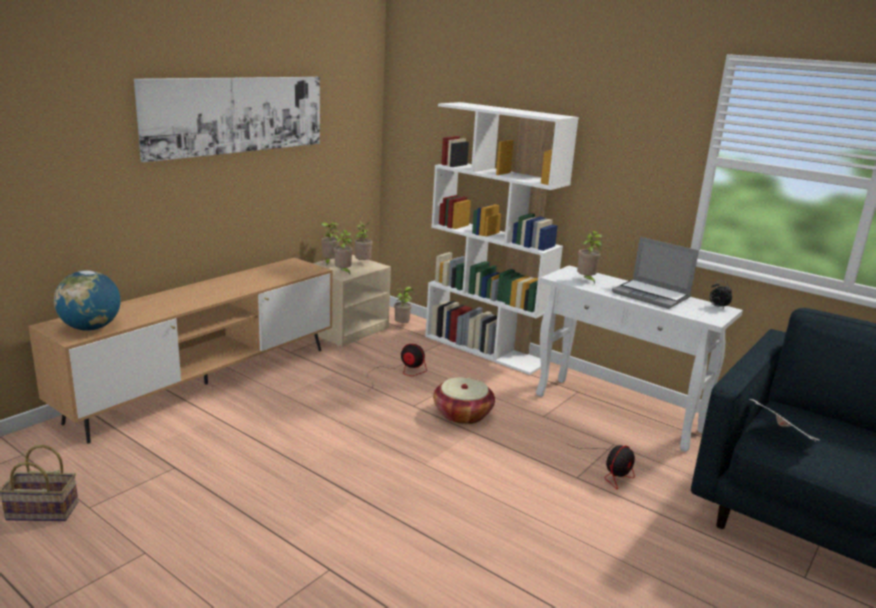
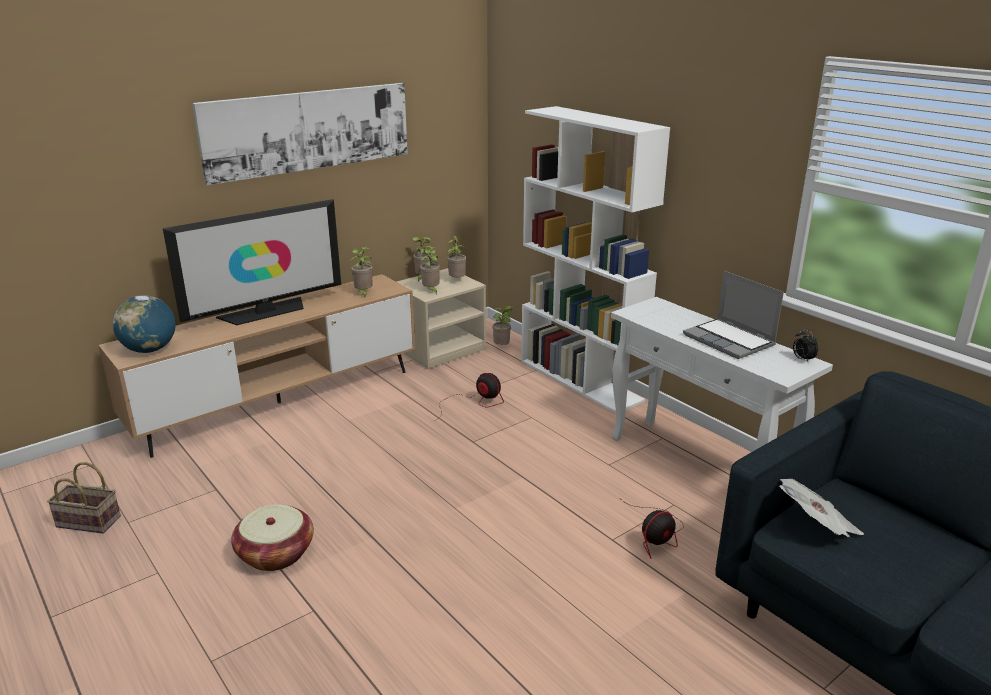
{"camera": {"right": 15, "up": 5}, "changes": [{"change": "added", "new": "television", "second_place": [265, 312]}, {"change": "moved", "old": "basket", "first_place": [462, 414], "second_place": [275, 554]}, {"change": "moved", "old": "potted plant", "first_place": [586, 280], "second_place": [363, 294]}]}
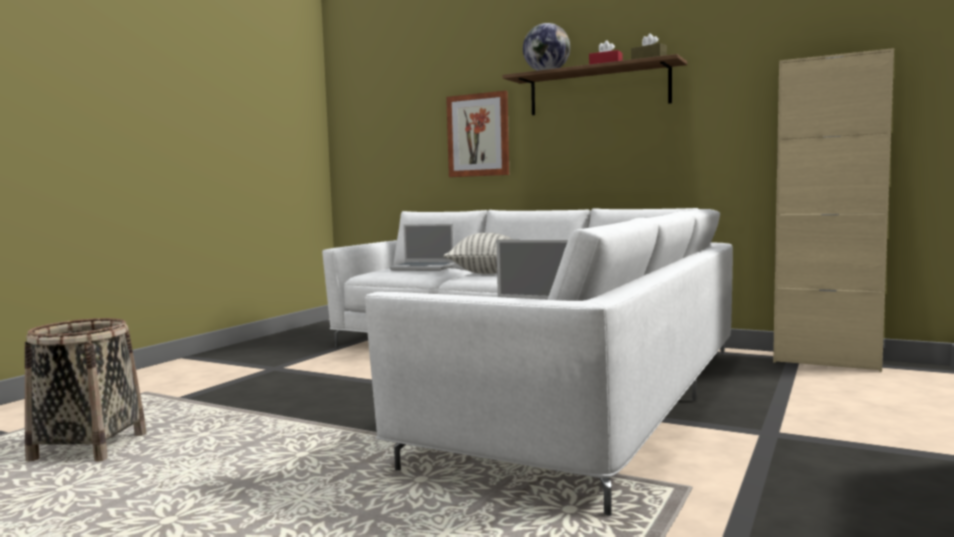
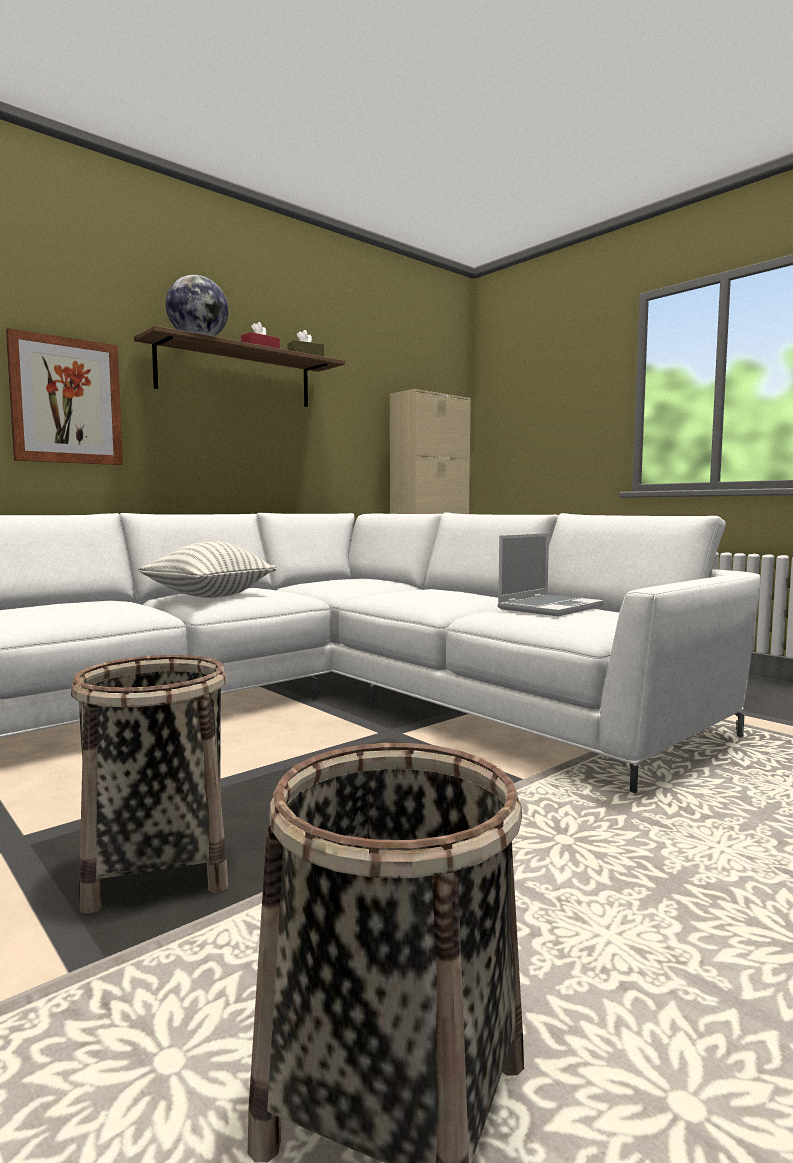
{"camera": {"right": -70, "up": 0}, "changes": [{"change": "added", "new": "basket", "second_place": [159, 867]}, {"change": "removed", "old": "laptop", "first_place": [423, 268]}]}
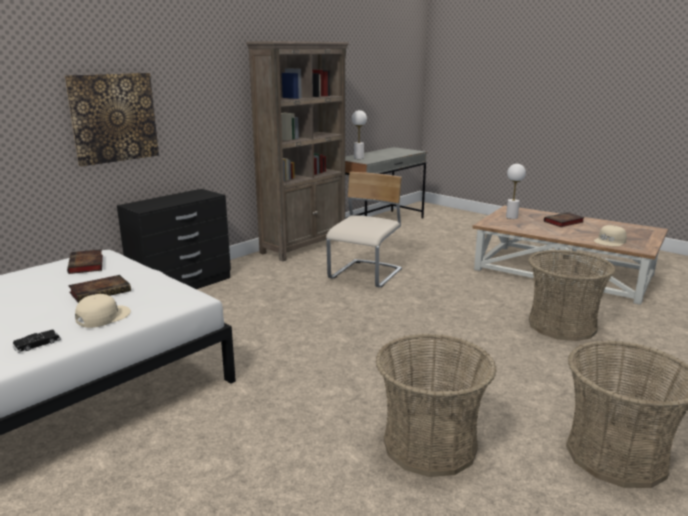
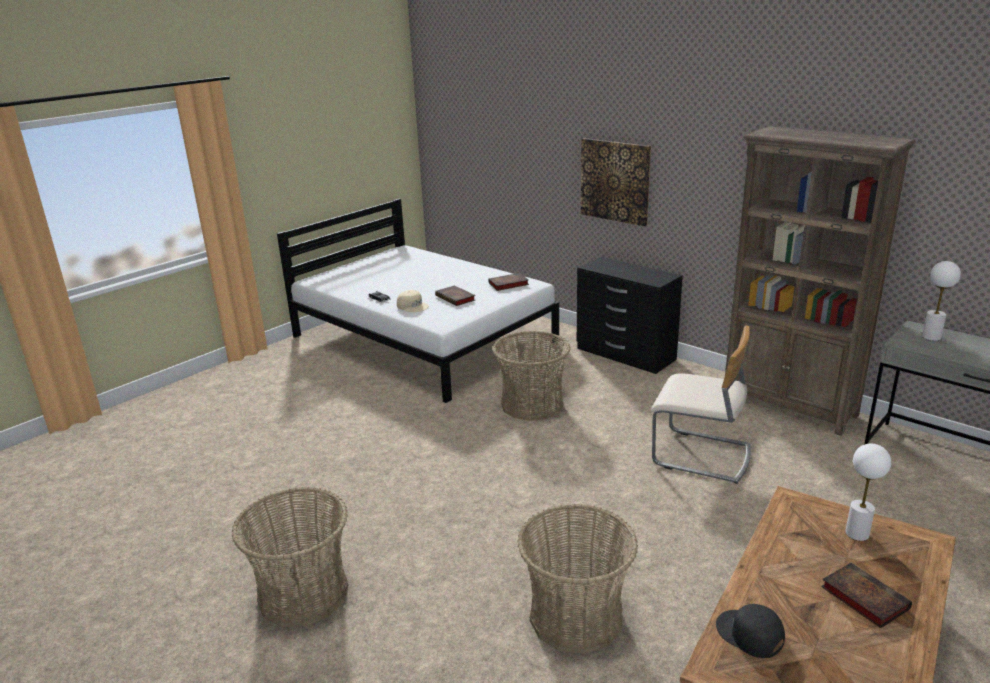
{"camera": {"right": 90, "up": 5}, "changes": [{"change": "moved", "old": "basket", "first_place": [429, 445], "second_place": [532, 404]}, {"change": "recoloured", "old": "beige cap", "new": "black cap", "first_place": [610, 241], "second_place": [749, 634]}]}
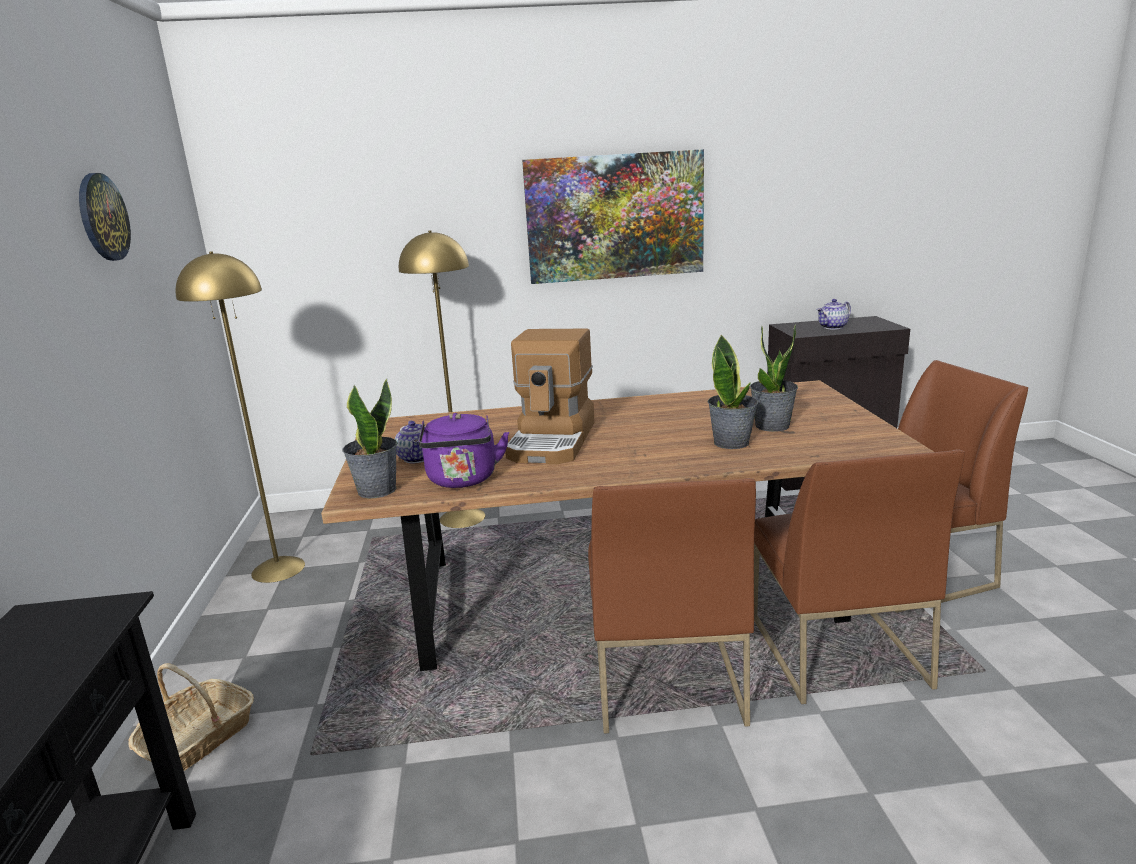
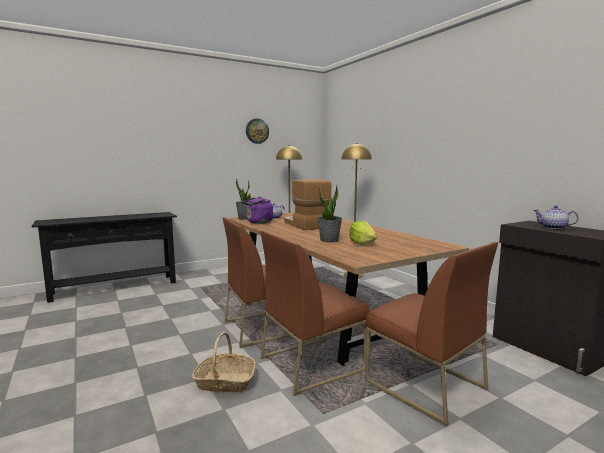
{"camera": {"right": 65, "up": -10}, "changes": [{"change": "moved", "old": "basket", "first_place": [198, 738], "second_place": [225, 382]}, {"change": "turned", "old": "coffee machine", "first_place": [553, 441], "second_place": [305, 225], "degrees": 75}, {"change": "replaced", "old": "potted plant", "new": "lettuce", "first_place": [772, 426], "second_place": [362, 243]}, {"change": "removed", "old": "picture", "first_place": [615, 217]}]}
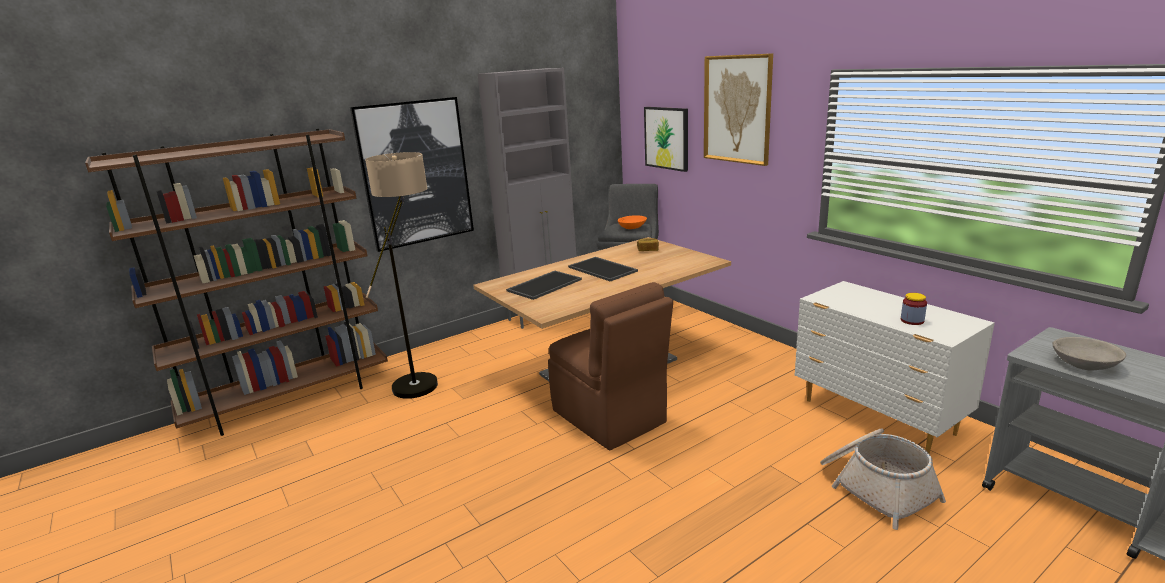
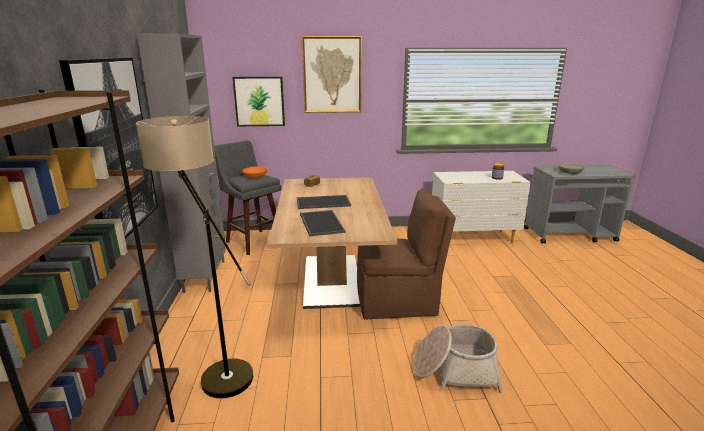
{"camera": {"right": -60, "up": 0}, "changes": [{"change": "moved", "old": "basket", "first_place": [875, 487], "second_place": [455, 370]}]}
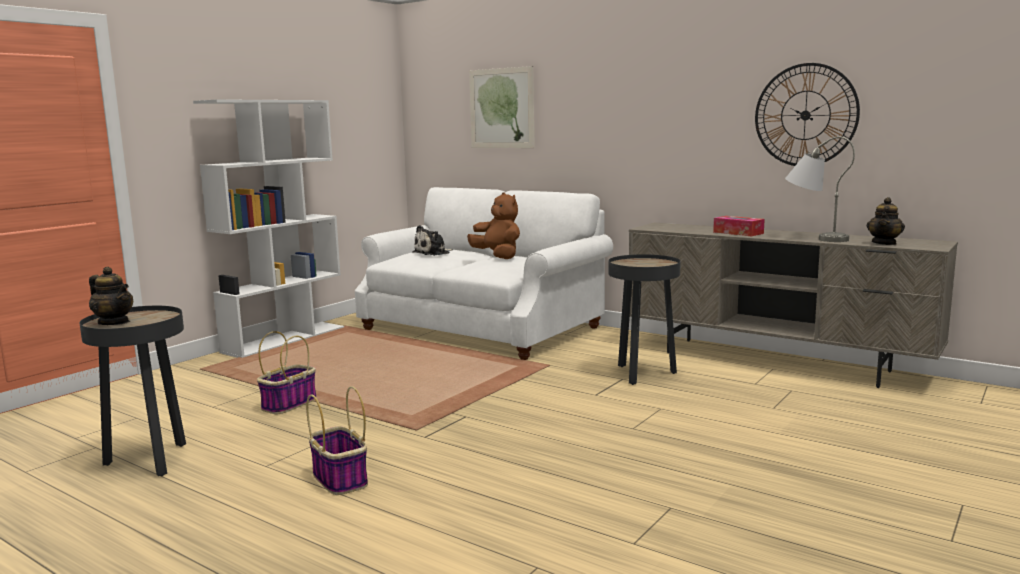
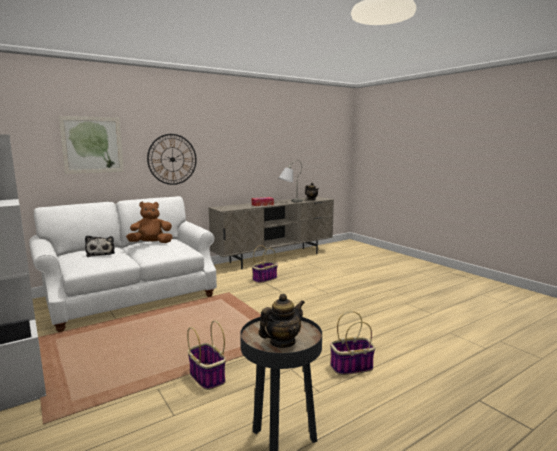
{"camera": {"right": -70, "up": 0}, "changes": [{"change": "moved", "old": "wall clock", "first_place": [805, 115], "second_place": [172, 159]}, {"change": "replaced", "old": "black side table", "new": "basket", "first_place": [643, 374], "second_place": [265, 279]}]}
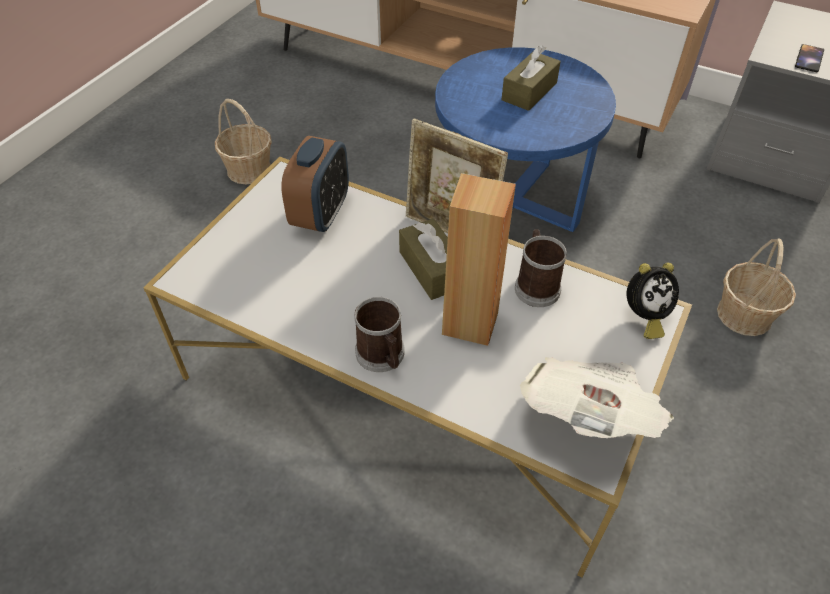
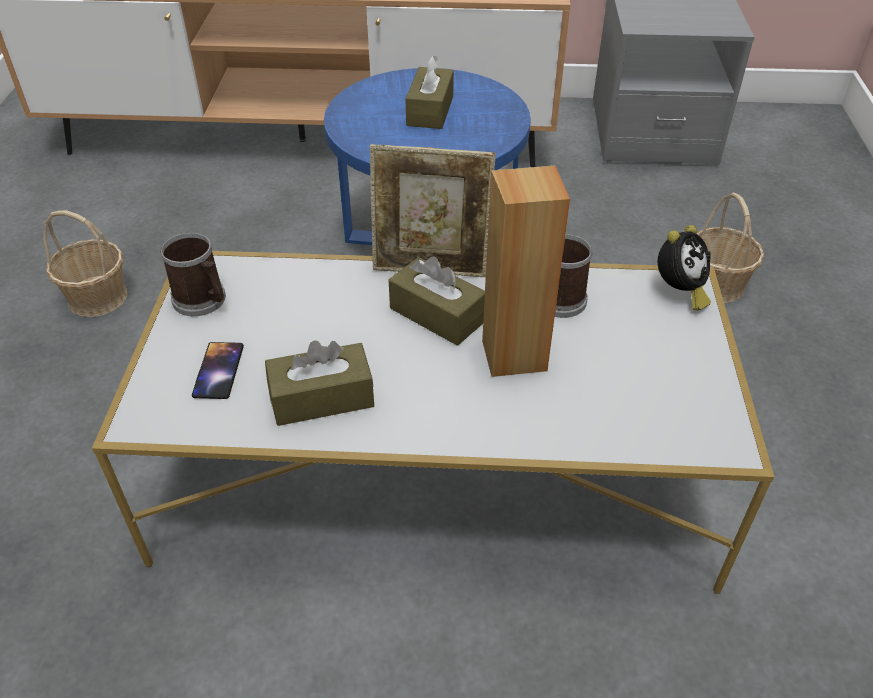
{"camera": {"right": -25, "up": -5}, "changes": [{"change": "moved", "old": "mug", "first_place": [382, 356], "second_place": [203, 301]}, {"change": "moved", "old": "phone", "first_place": [809, 58], "second_place": [218, 370]}, {"change": "added", "new": "brown tissue box", "second_place": [322, 398]}, {"change": "removed", "old": "alarm clock", "first_place": [321, 214]}, {"change": "removed", "old": "newspaper", "first_place": [590, 415]}]}
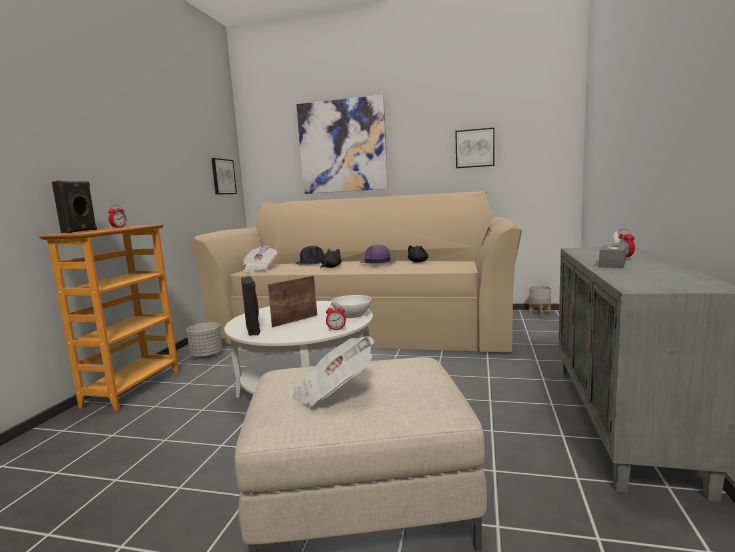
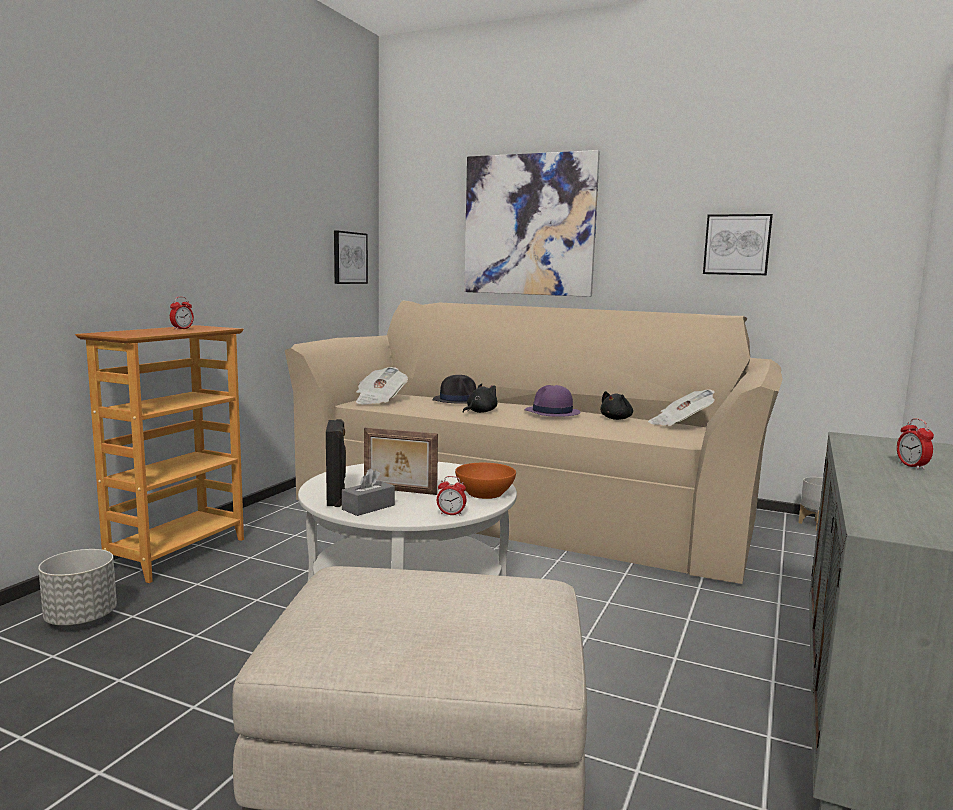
{"camera": {"right": 10, "up": 0}, "changes": [{"change": "moved", "old": "grey planter", "first_place": [207, 355], "second_place": [82, 619]}, {"change": "moved", "old": "grey tissue box", "first_place": [612, 264], "second_place": [368, 507]}, {"change": "turned", "old": "picture frame", "first_place": [294, 320], "second_place": [399, 491], "degrees": -135}, {"change": "recoloured", "old": "white bowl", "new": "orange bowl", "first_place": [352, 315], "second_place": [485, 493]}, {"change": "moved", "old": "newspaper", "first_place": [332, 392], "second_place": [680, 424]}, {"change": "removed", "old": "black speaker", "first_place": [80, 231]}]}
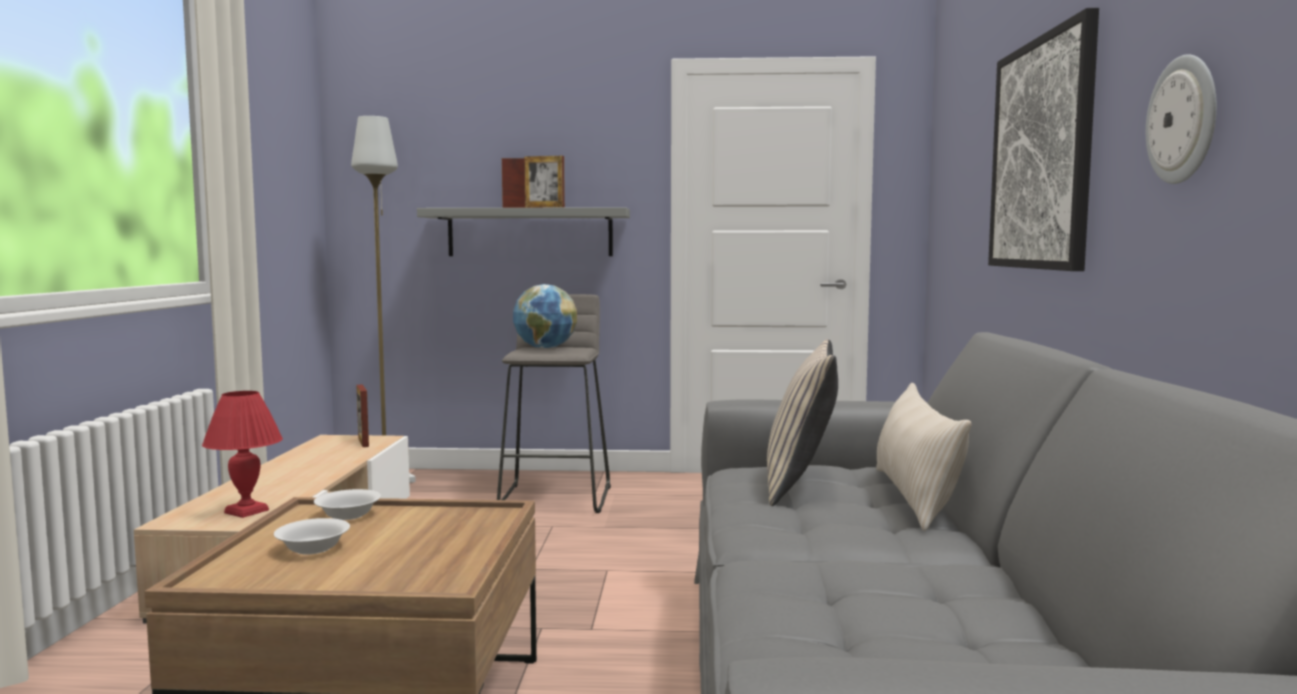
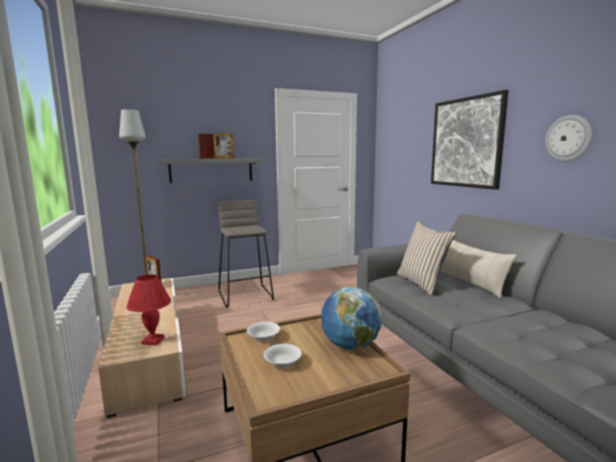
{"camera": {"right": -25, "up": 5}, "changes": [{"change": "moved", "old": "globe", "first_place": [545, 348], "second_place": [350, 345]}]}
